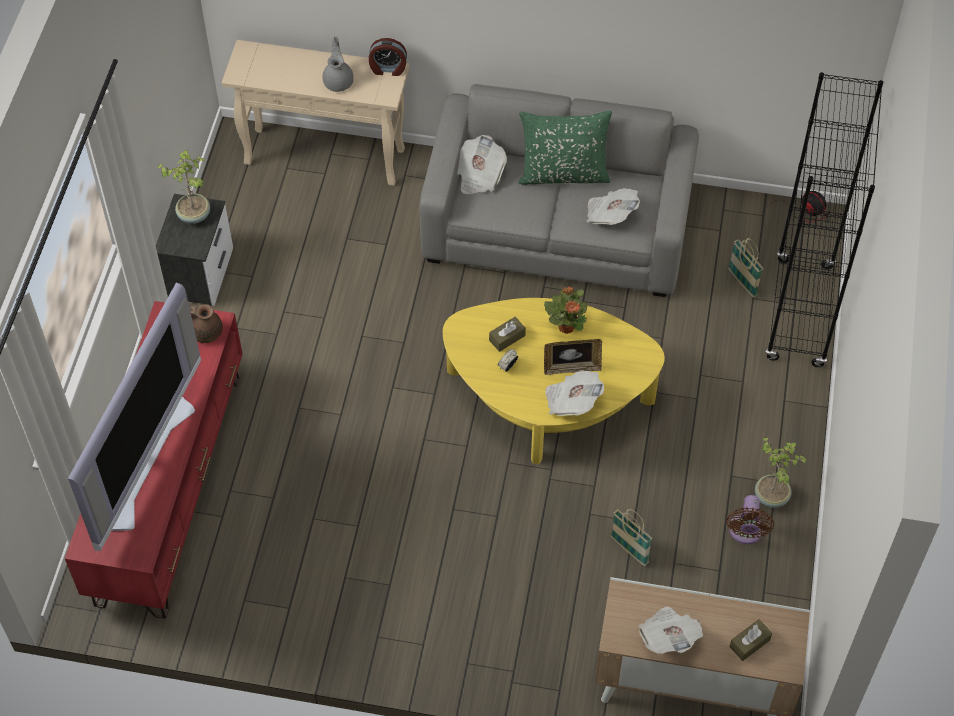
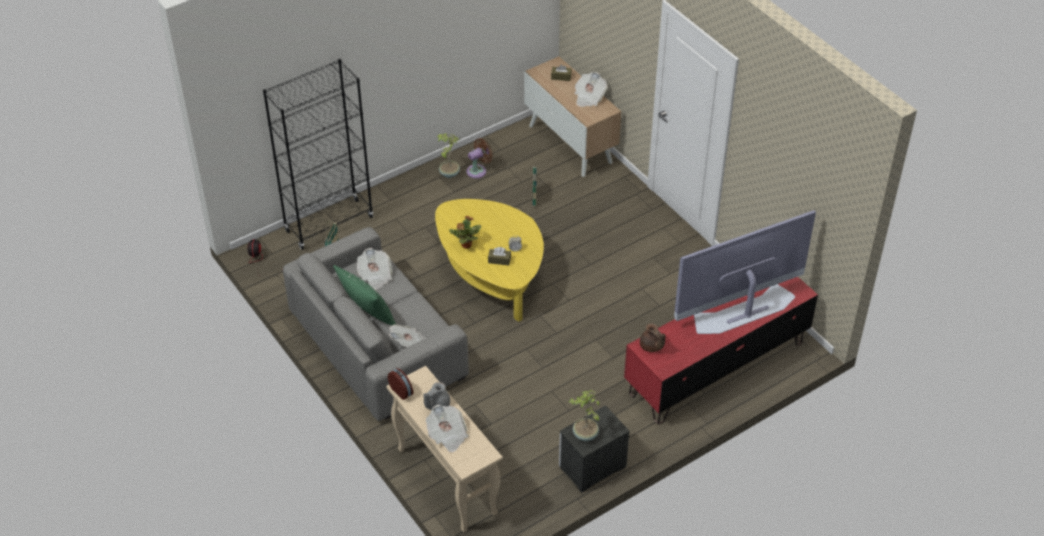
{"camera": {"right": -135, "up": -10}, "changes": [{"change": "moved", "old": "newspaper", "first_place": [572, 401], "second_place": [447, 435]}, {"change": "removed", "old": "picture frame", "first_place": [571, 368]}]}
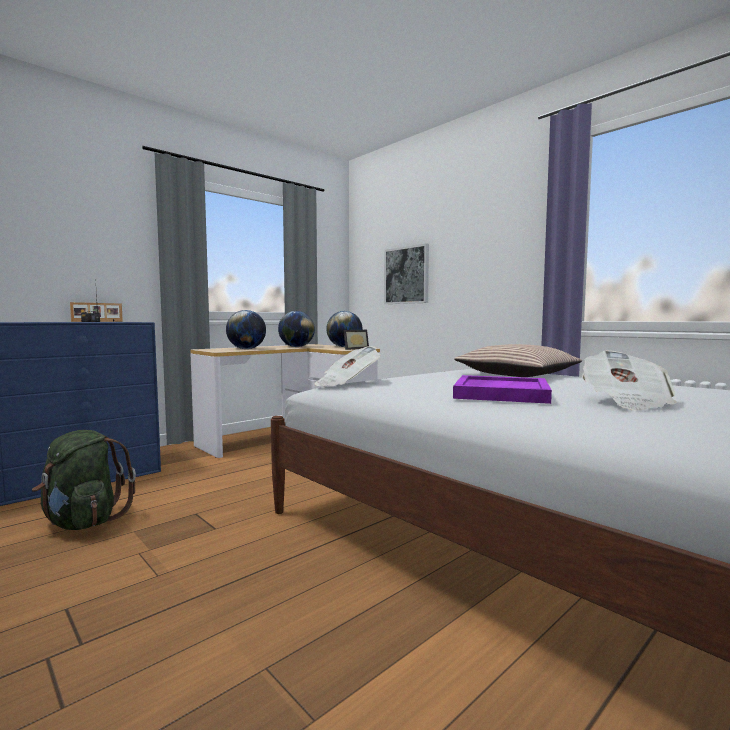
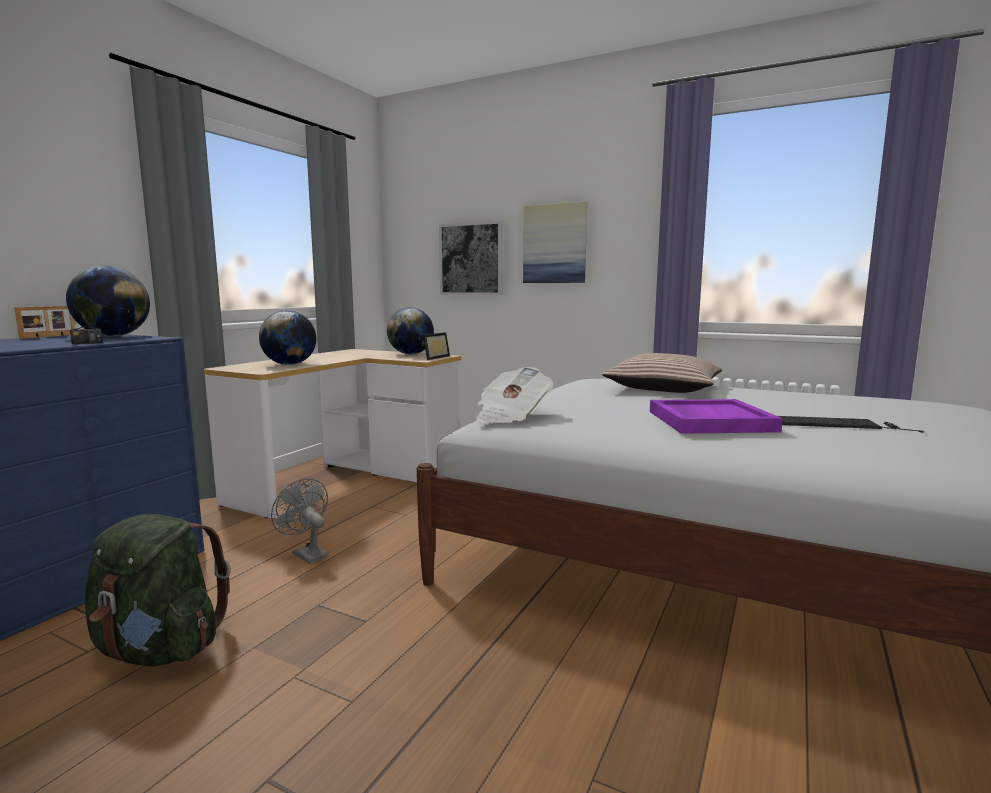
{"camera": {"right": -20, "up": 5}, "changes": [{"change": "moved", "old": "globe", "first_place": [296, 347], "second_place": [113, 336]}, {"change": "added", "new": "grey fan", "second_place": [306, 554]}, {"change": "added", "new": "picture", "second_place": [555, 244]}, {"change": "replaced", "old": "newspaper", "new": "keyboard", "first_place": [626, 402], "second_place": [836, 424]}]}
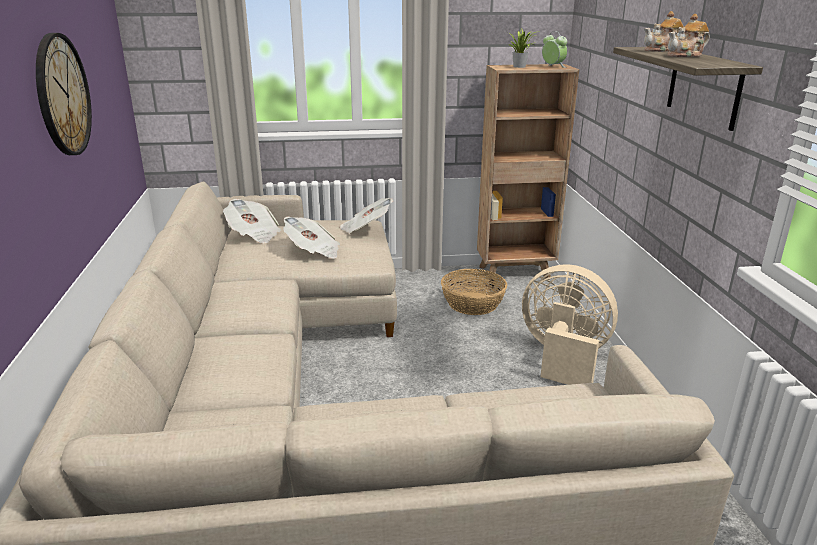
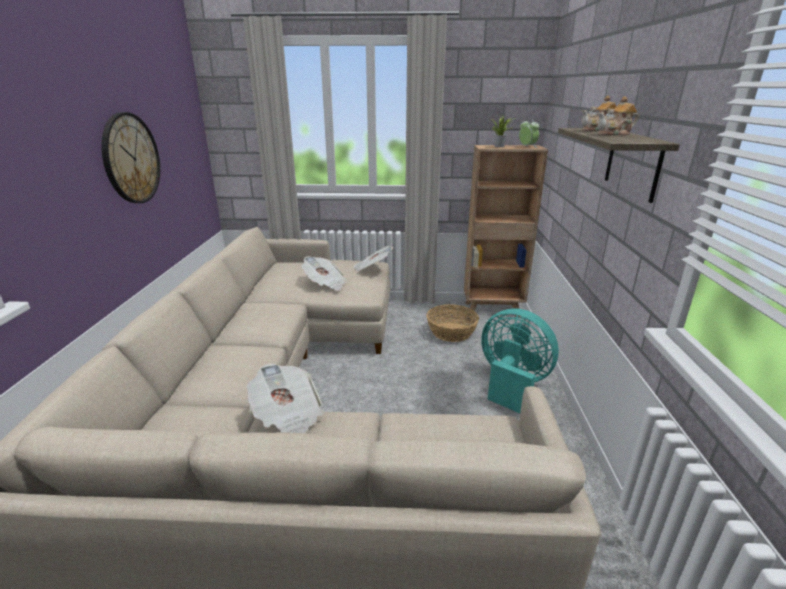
{"camera": {"right": 10, "up": 0}, "changes": [{"change": "moved", "old": "newspaper", "first_place": [254, 234], "second_place": [287, 416]}, {"change": "recoloured", "old": "beige fan", "new": "turquoise fan", "first_place": [563, 358], "second_place": [512, 384]}]}
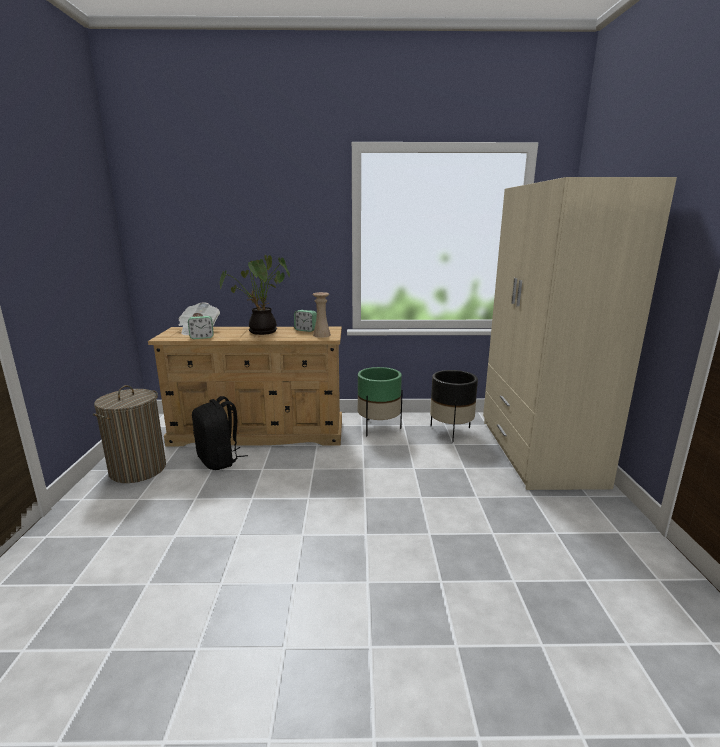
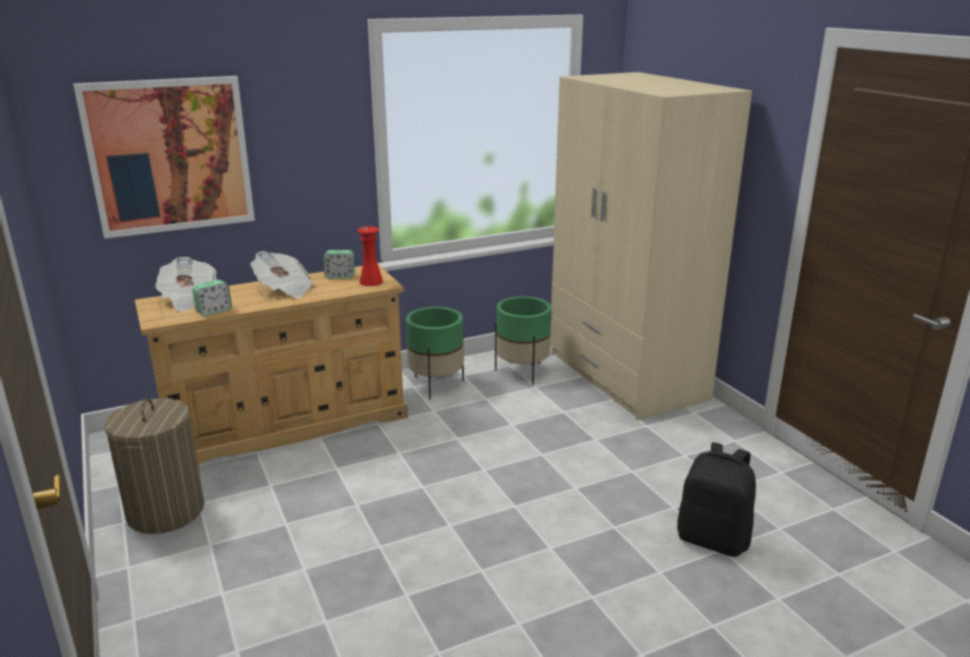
{"camera": {"right": -25, "up": 5}, "changes": [{"change": "added", "new": "picture", "second_place": [170, 156]}, {"change": "replaced", "old": "potted plant", "new": "newspaper", "first_place": [261, 332], "second_place": [284, 289]}, {"change": "recoloured", "old": "beige vase", "new": "red vase", "first_place": [321, 335], "second_place": [371, 282]}, {"change": "recoloured", "old": "black planter", "new": "green planter", "first_place": [451, 432], "second_place": [522, 372]}, {"change": "moved", "old": "black backpack", "first_place": [219, 460], "second_place": [713, 539]}]}
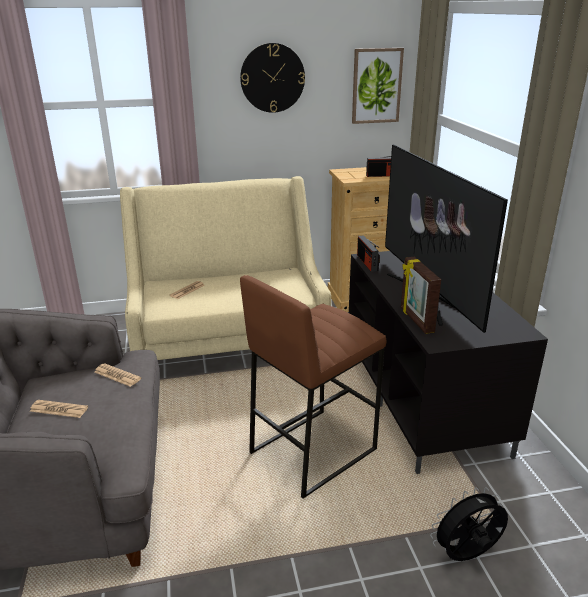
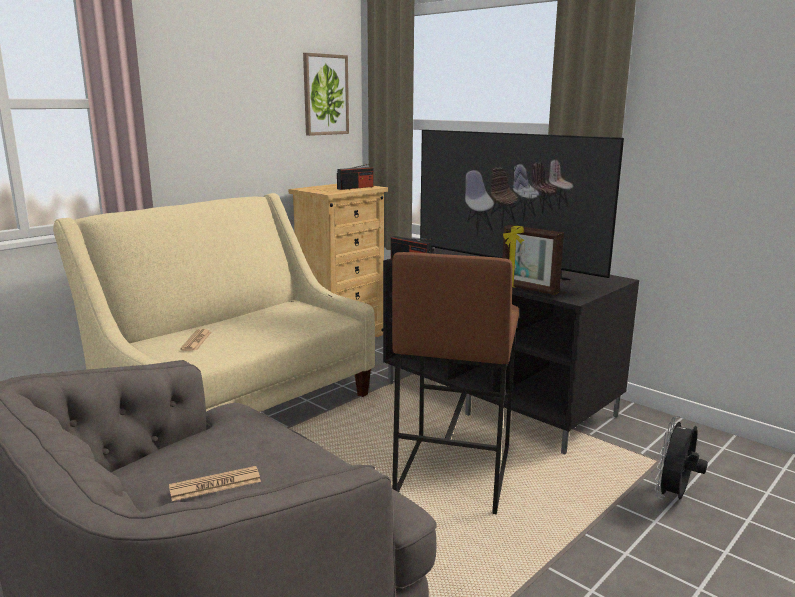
{"camera": {"right": -35, "up": -10}, "changes": [{"change": "removed", "old": "newspaper", "first_place": [117, 375]}, {"change": "removed", "old": "wall clock", "first_place": [272, 78]}]}
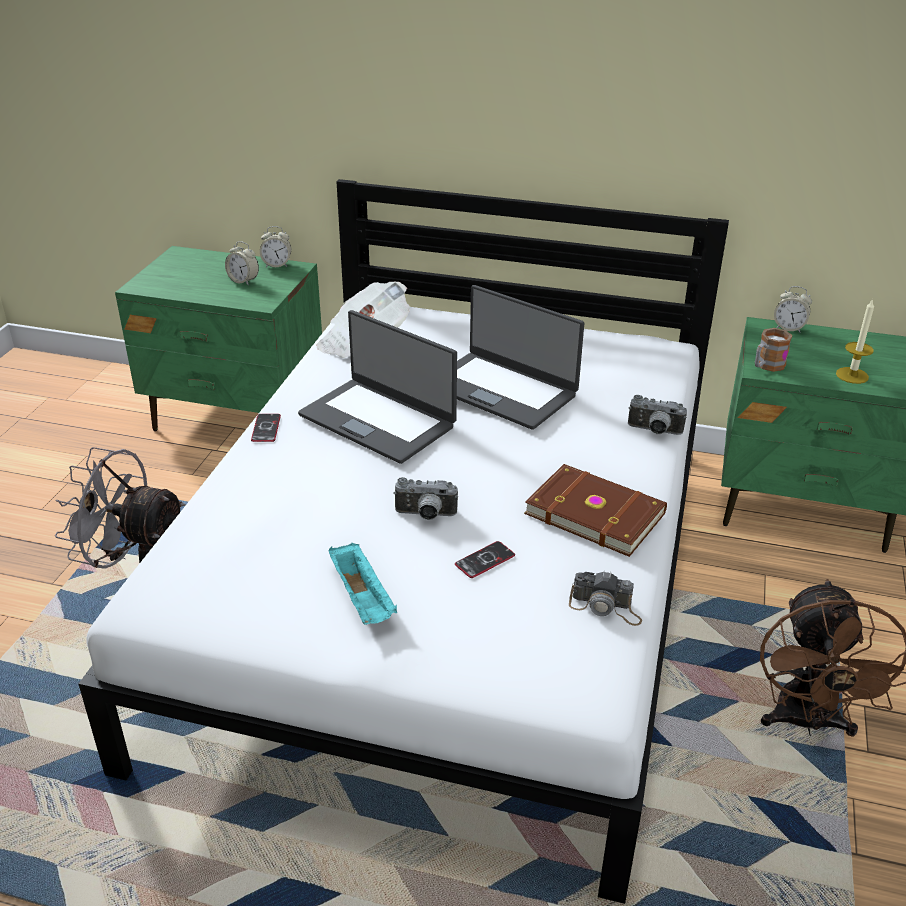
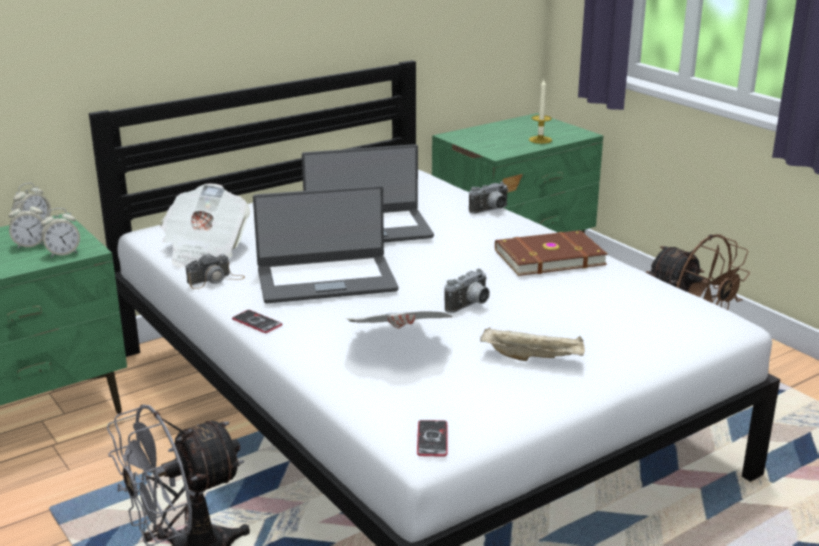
{"camera": {"right": -50, "up": -10}, "changes": [{"change": "moved", "old": "alarm clock", "first_place": [789, 328], "second_place": [63, 253]}, {"change": "moved", "old": "photo camera", "first_place": [605, 608], "second_place": [215, 280]}, {"change": "added", "new": "newspaper", "second_place": [398, 344]}, {"change": "moved", "old": "phone", "first_place": [485, 560], "second_place": [432, 439]}, {"change": "recoloured", "old": "turquoise tray", "new": "beige tray", "first_place": [363, 599], "second_place": [533, 358]}, {"change": "removed", "old": "mug", "first_place": [766, 366]}]}
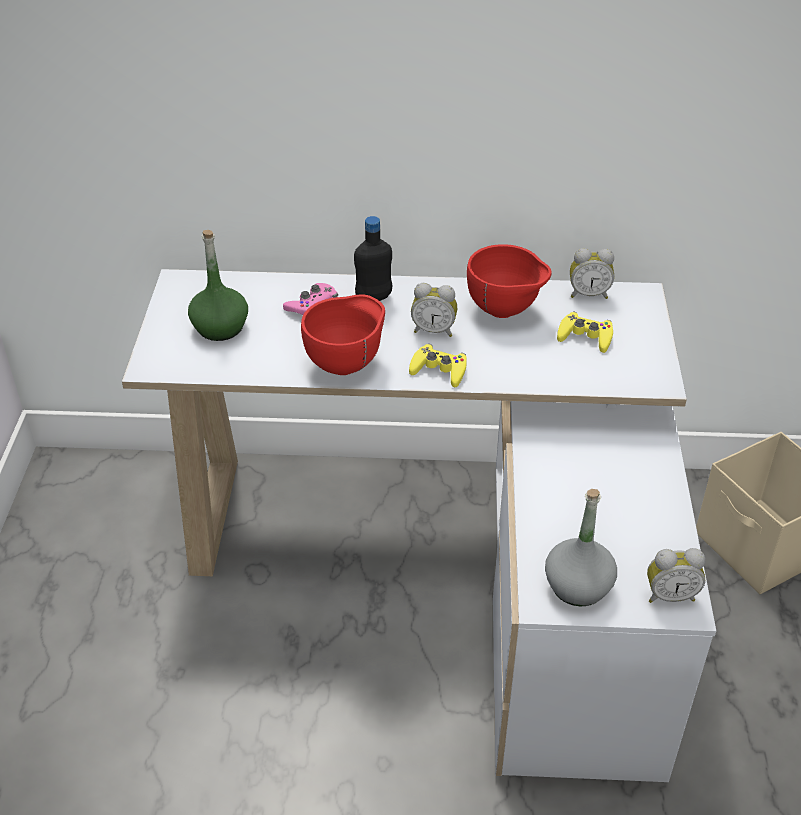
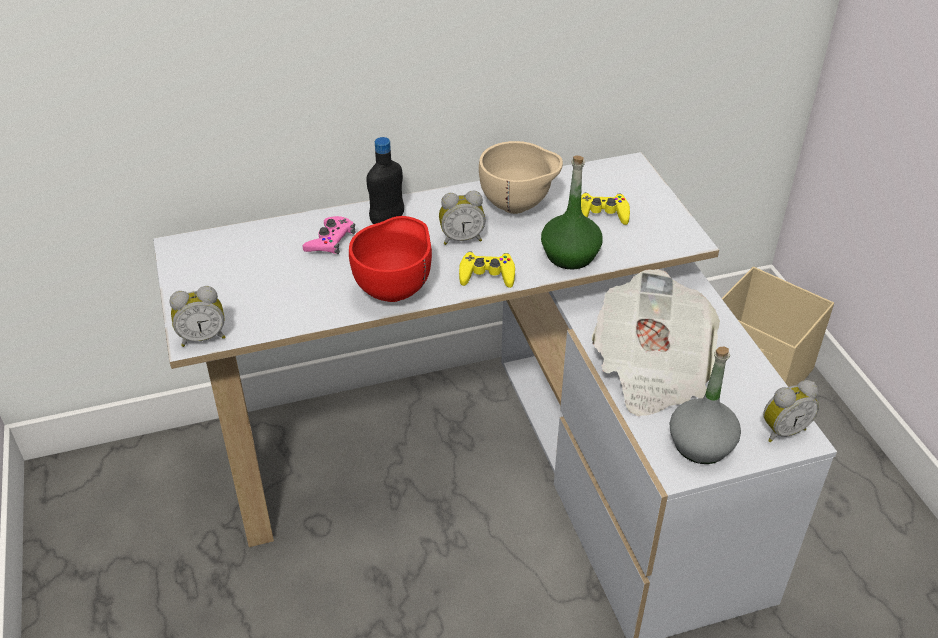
{"camera": {"right": -20, "up": 0}, "changes": [{"change": "moved", "old": "alarm clock", "first_place": [588, 294], "second_place": [202, 337]}, {"change": "recoloured", "old": "red bowl", "new": "beige bowl", "first_place": [505, 312], "second_place": [518, 207]}, {"change": "moved", "old": "green bottle", "first_place": [220, 327], "second_place": [570, 255]}, {"change": "added", "new": "newspaper", "second_place": [651, 369]}]}
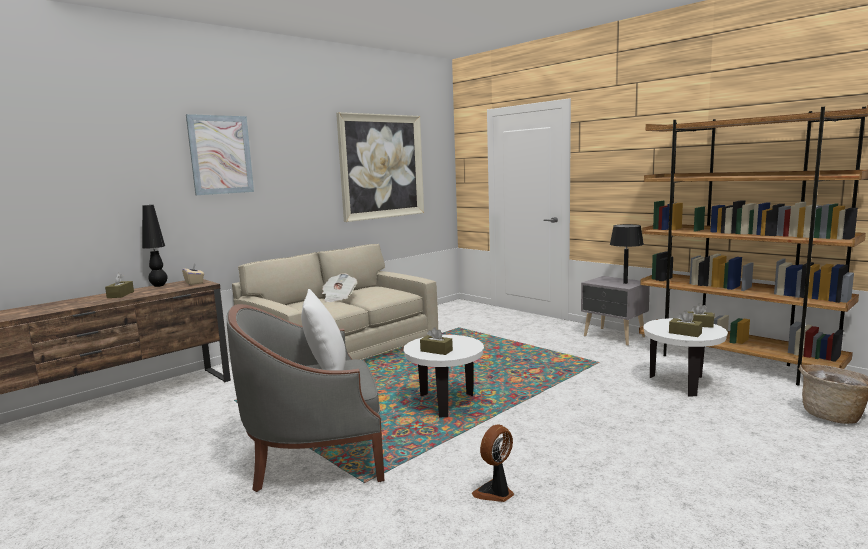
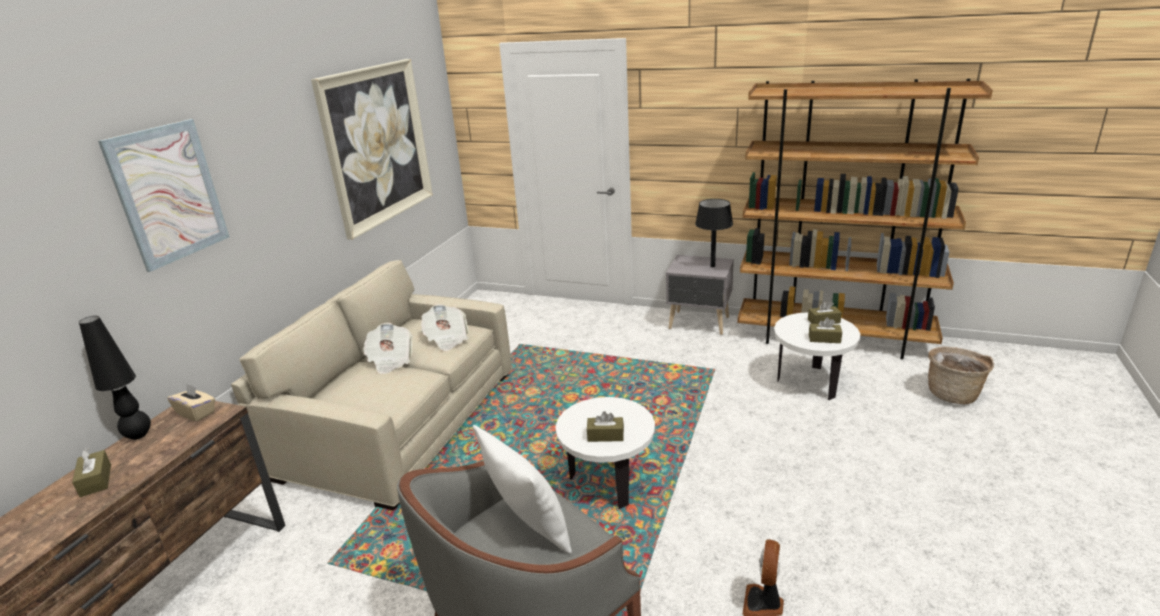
{"camera": {"right": -25, "up": 15}, "changes": [{"change": "added", "new": "newspaper", "second_place": [447, 339]}]}
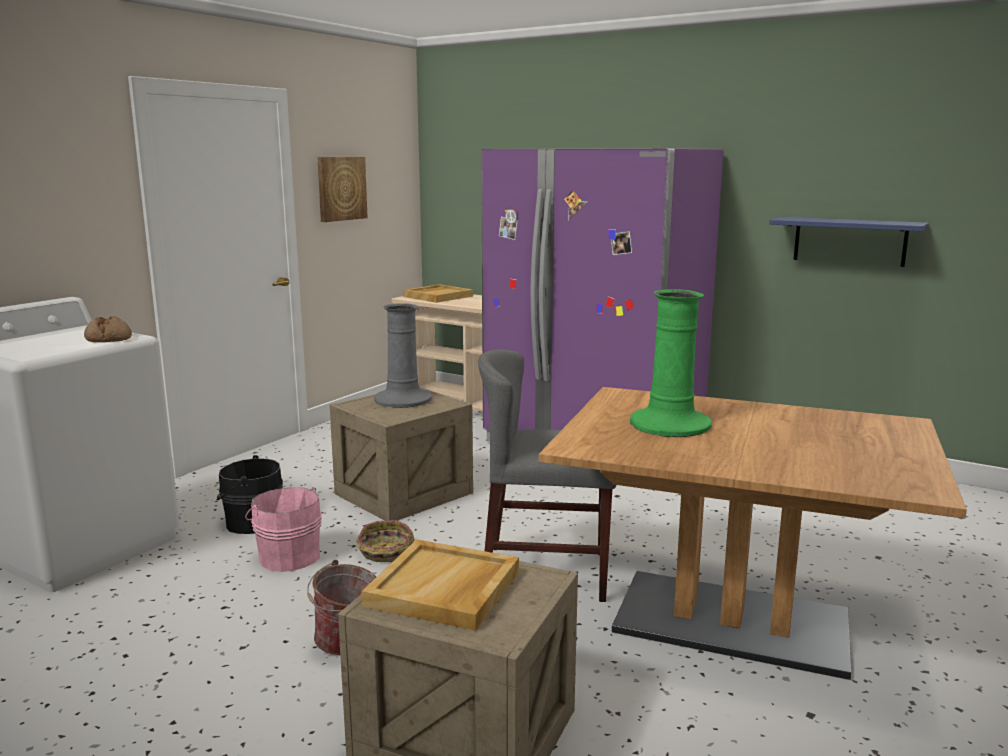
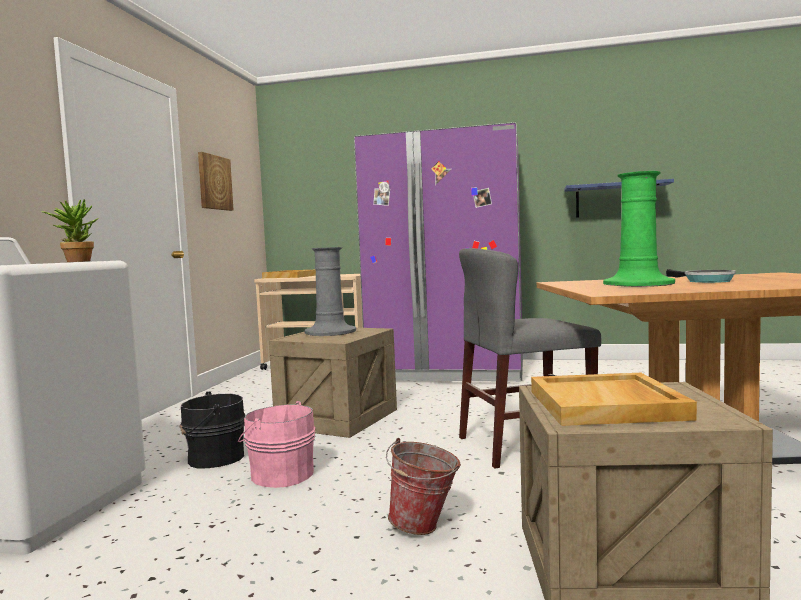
{"camera": {"right": -20, "up": -10}, "changes": [{"change": "replaced", "old": "bread", "new": "potted plant", "first_place": [108, 339], "second_place": [75, 261]}, {"change": "added", "new": "frying pan", "second_place": [705, 281]}, {"change": "removed", "old": "basket", "first_place": [385, 552]}]}
